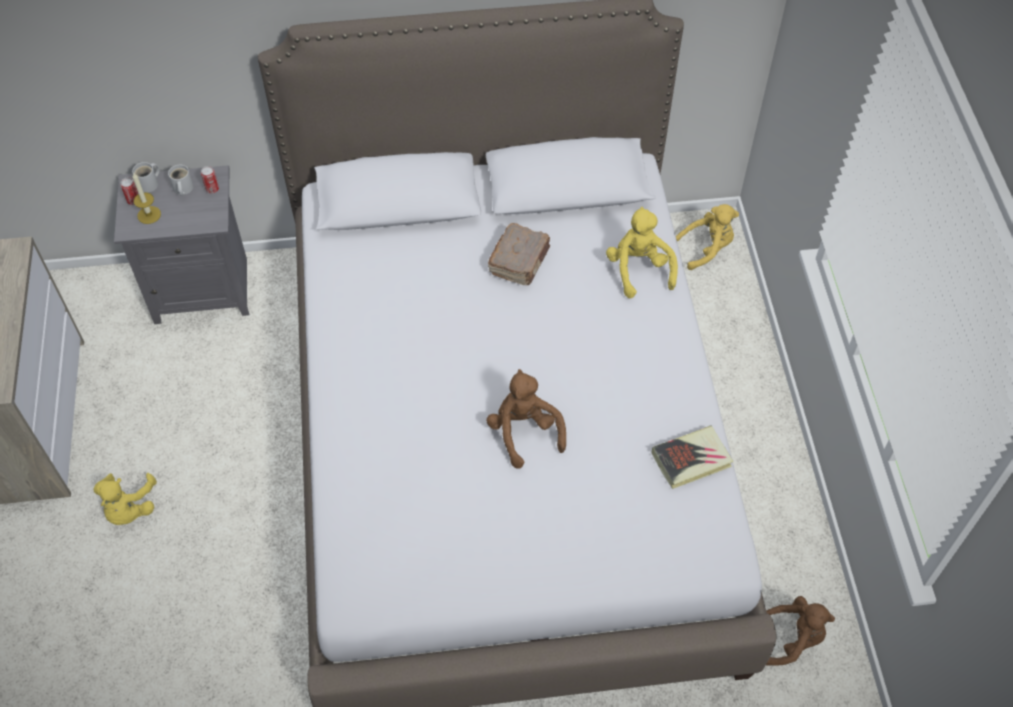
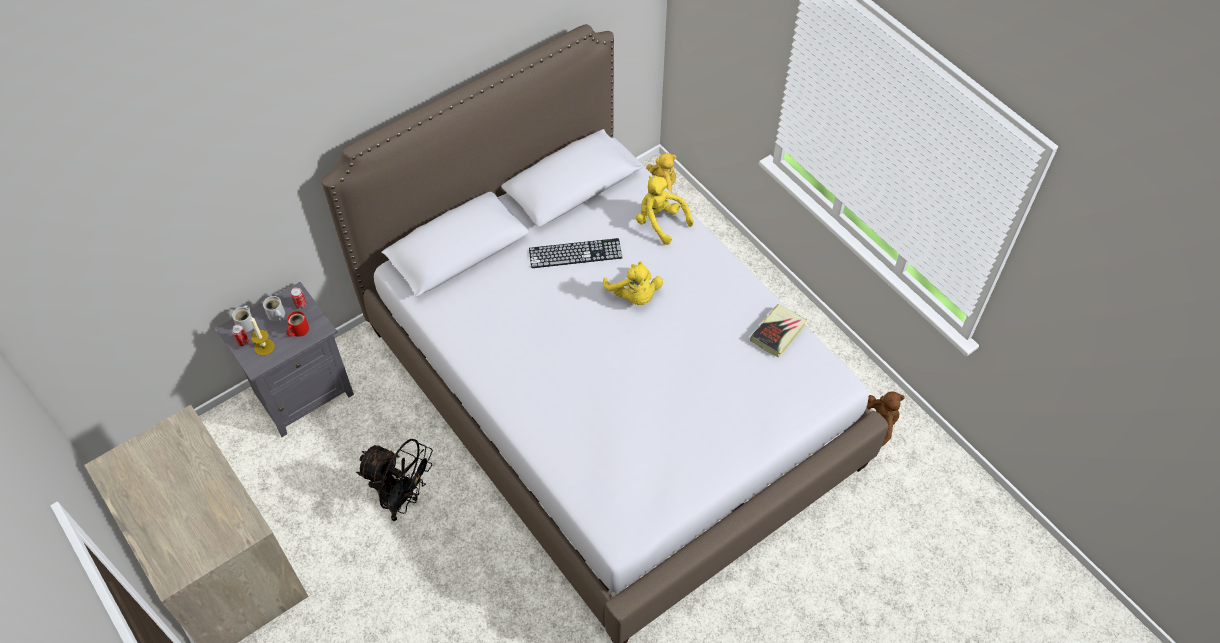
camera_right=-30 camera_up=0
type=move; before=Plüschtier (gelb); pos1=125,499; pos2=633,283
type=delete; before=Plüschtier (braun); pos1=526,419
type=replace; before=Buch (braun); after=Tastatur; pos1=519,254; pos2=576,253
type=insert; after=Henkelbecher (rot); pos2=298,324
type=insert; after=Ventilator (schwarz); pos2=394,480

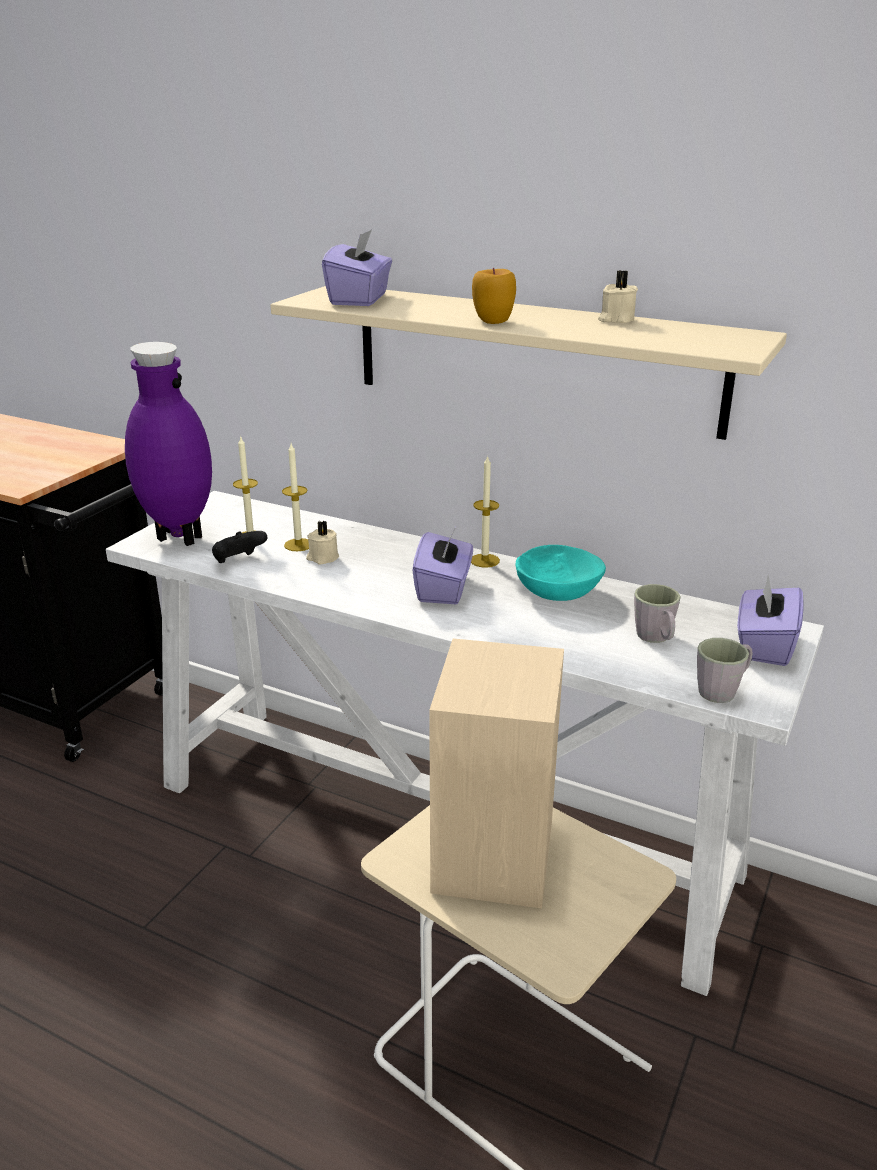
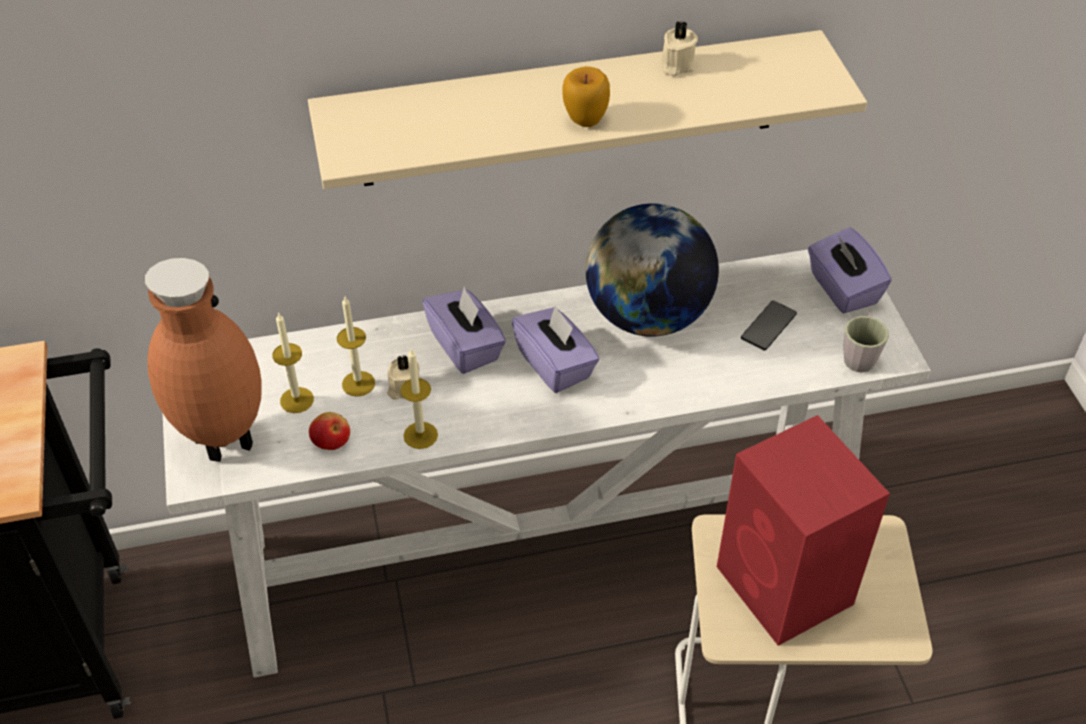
camera_right=-40 camera_up=20
type=recolor; before=Vase (lila); after=Vase (braun); pos1=168,444; pos2=203,360
type=replace; before=Gamepad (schwarz); after=Apfel; pos1=239,547; pos2=329,431
type=move; before=Taschentuchbox (lila); pos1=357,267; pos2=464,330
type=recolor; before=Lautsprecher (beige); after=Lautsprecher (rot); pos1=496,773; pos2=803,530
type=move; before=Kerze; pos1=485,511; pos2=419,398
type=replace; before=Schüssel (türkis); after=Globus; pos1=561,573; pos2=652,270
type=replace; before=Henkelbecher (grau); after=Handy; pos1=657,613; pos2=769,325

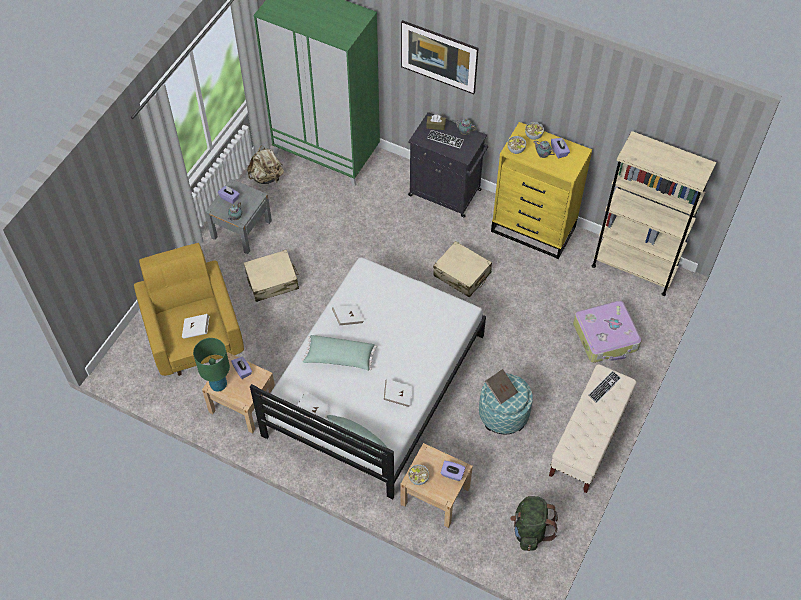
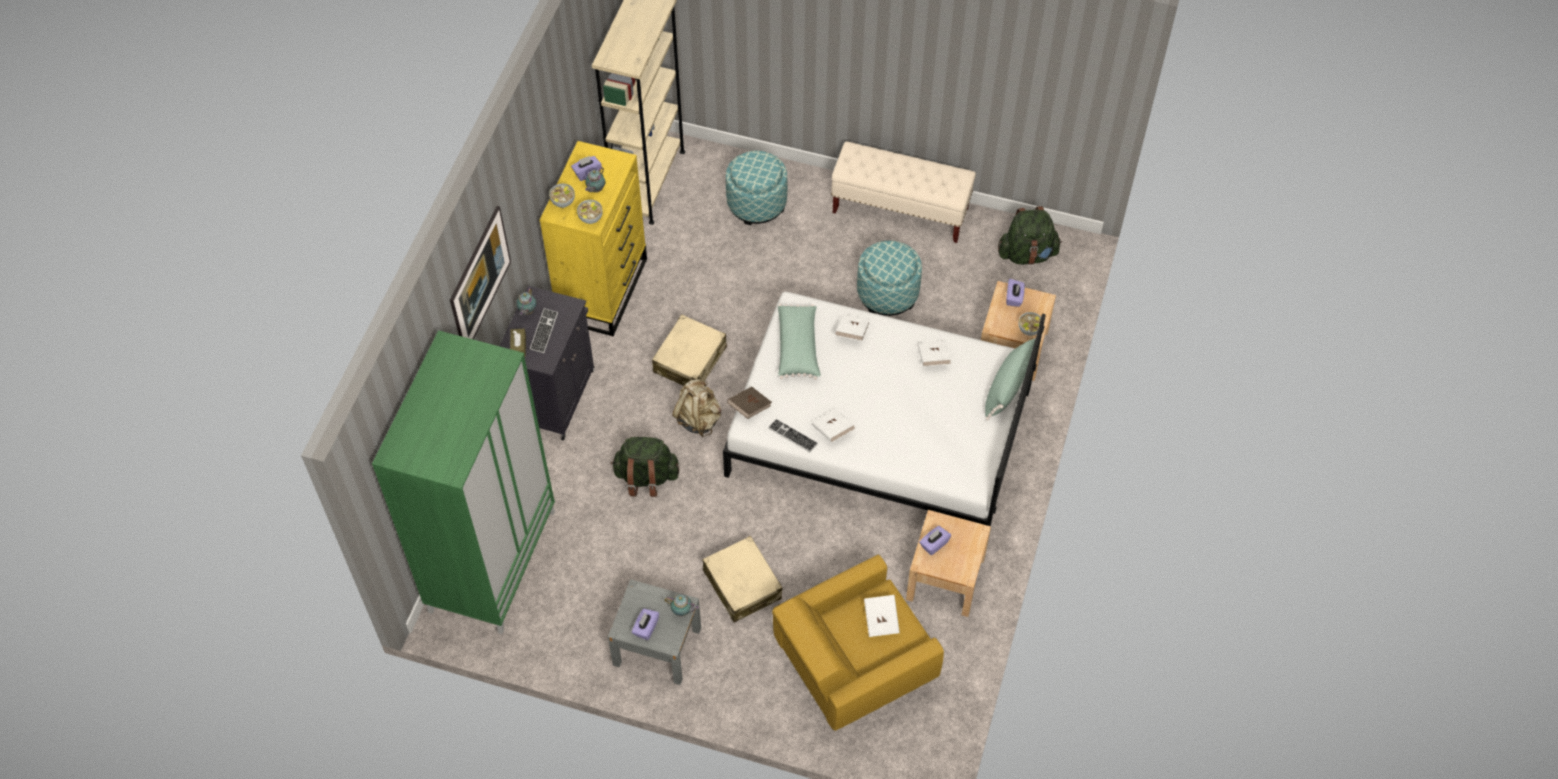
camera_right=-100 camera_up=0
type=delete; before=Tischlampe (grün); pos1=211,365
type=move; before=Rucksack (beige); pos1=265,164; pos2=696,408
type=move; before=Buch (weiß); pos1=313,407; pos2=852,327
type=move; before=Kissen (grün); pos1=339,353; pos2=799,342
type=move; before=Buch (braun); pos1=501,386; pos2=749,403
type=replace; before=Koffer; after=Polsterhocker; pos1=607,332; pos2=756,188
type=move; before=Tastatur; pos1=604,387; pos2=793,435
type=insert; after=Rucksack (grün); pos2=645,467

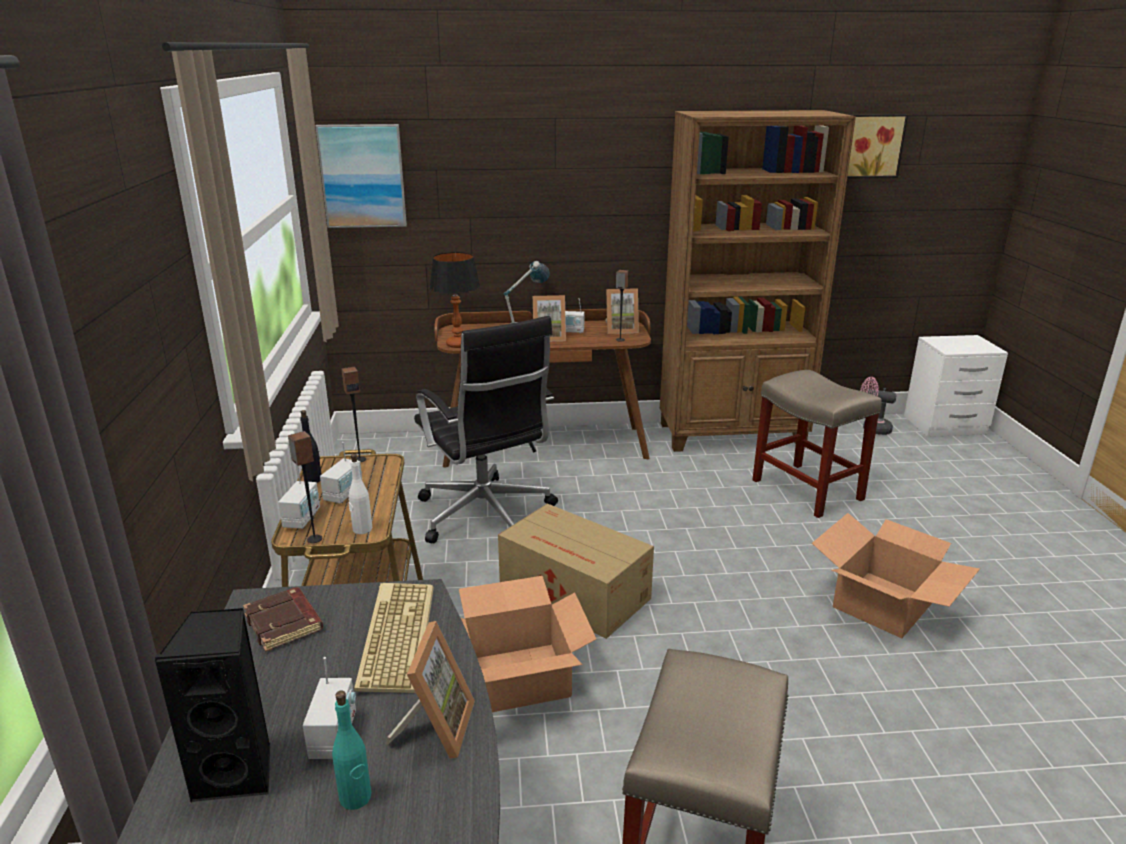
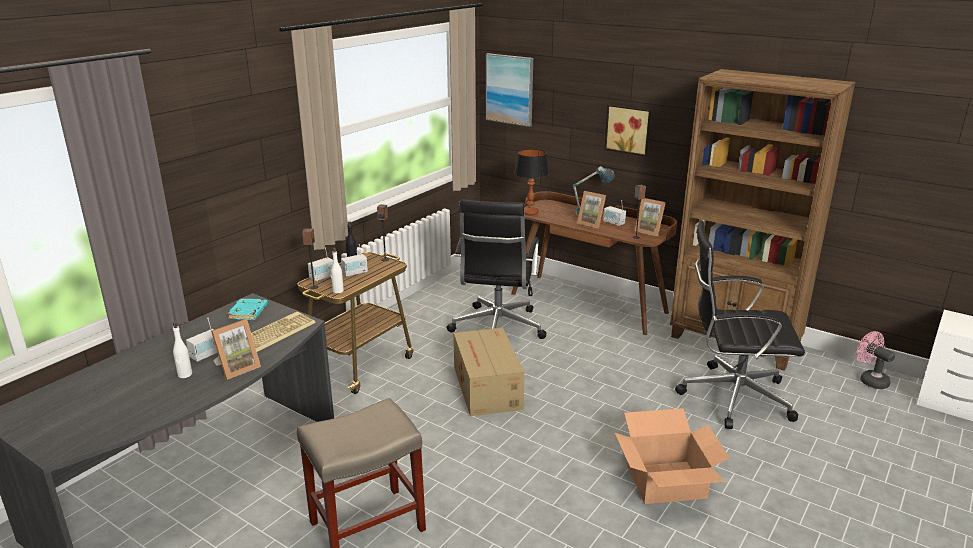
camera_right=40 camera_up=0
type=delete; before=Lautsprecher (schwarz); pos1=211,705
type=recolor; before=Buch (braun); after=Buch (türkis); pos1=283,619; pos2=248,309
type=recolor; before=Flasche (türkis); after=Flasche (weiß); pos1=351,750; pos2=182,350
type=delete; before=Karton; pos1=527,644
type=replace; before=Hocker (beige); after=Bürostuhl (schwarz); pos1=817,444; pos2=740,324
type=move; before=Bild; pos1=877,146; pos2=628,130

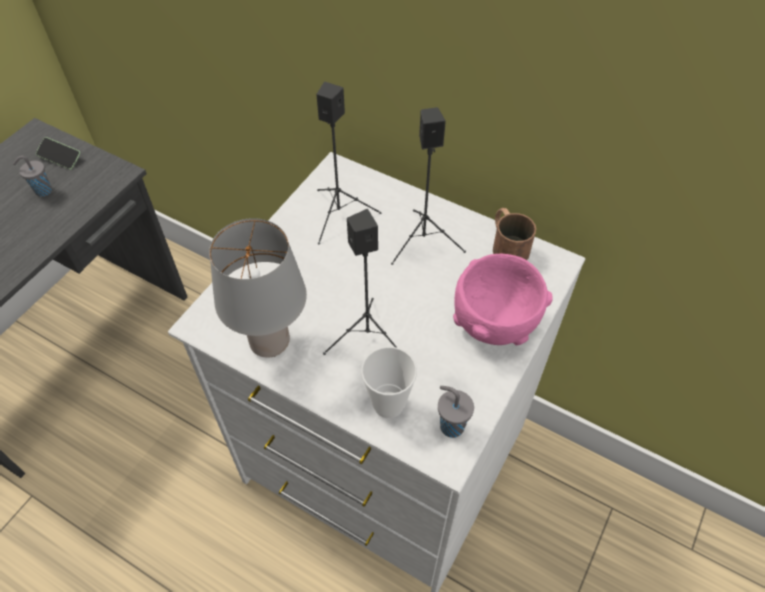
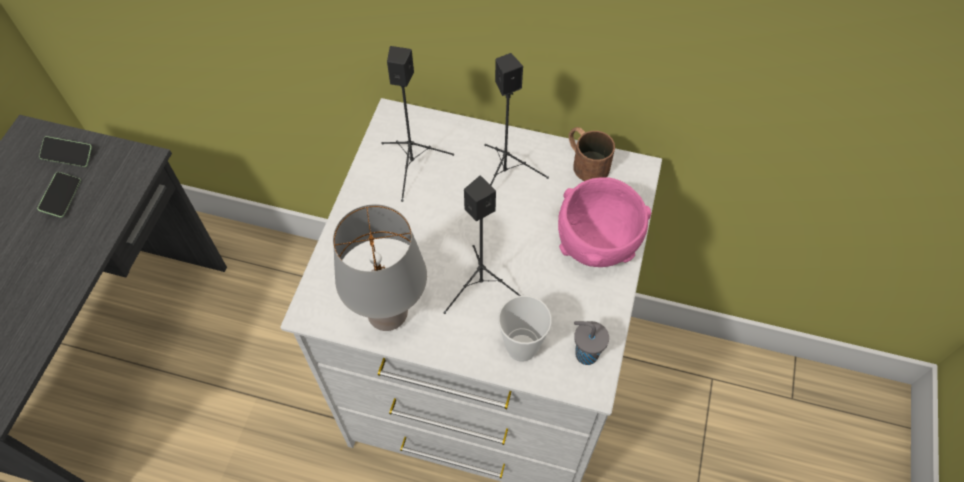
camera_right=-15 camera_up=5
type=replace; before=Tasse (grau); after=Handy; pos1=32,176; pos2=59,194

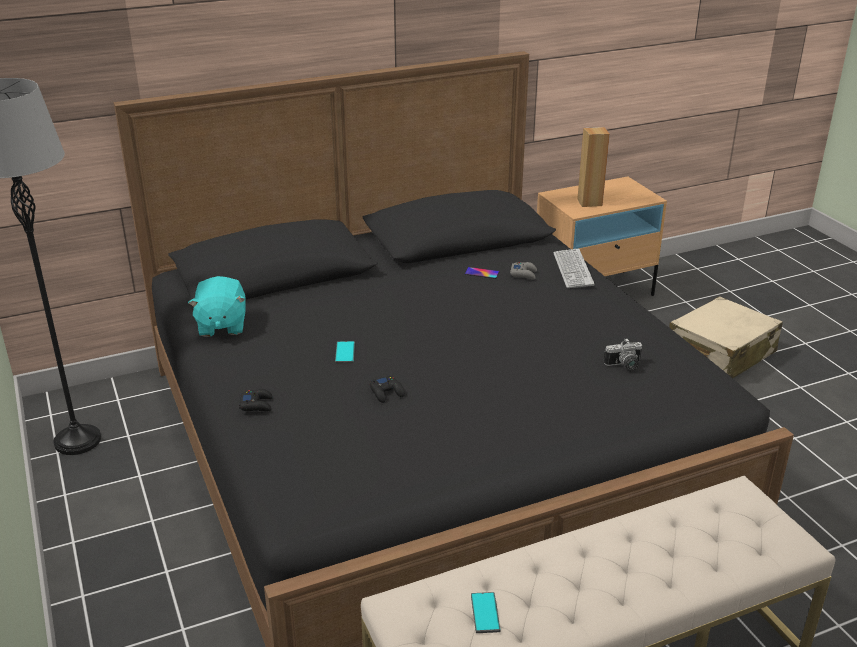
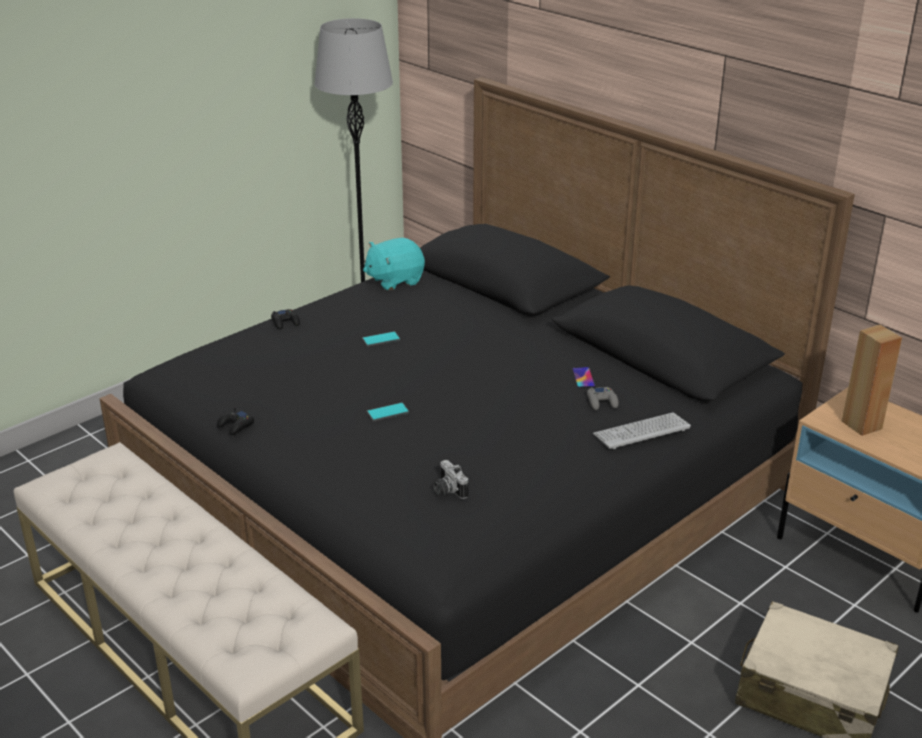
camera_right=70 camera_up=0
type=move; before=Gamepad (schwarz); pos1=387,389; pos2=235,421
type=move; before=Handy; pos1=485,612; pos2=387,412

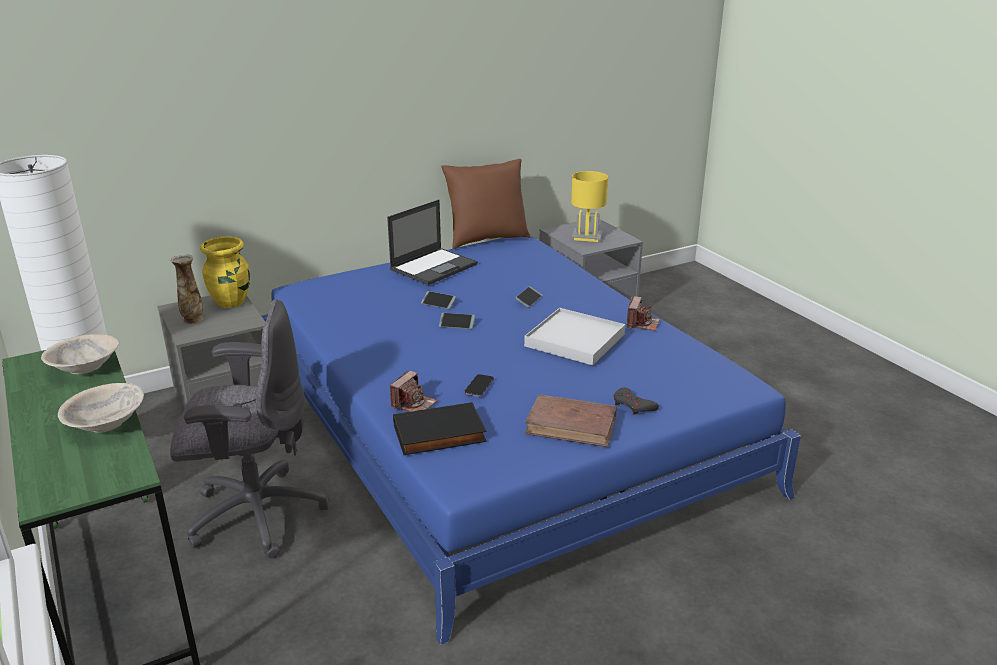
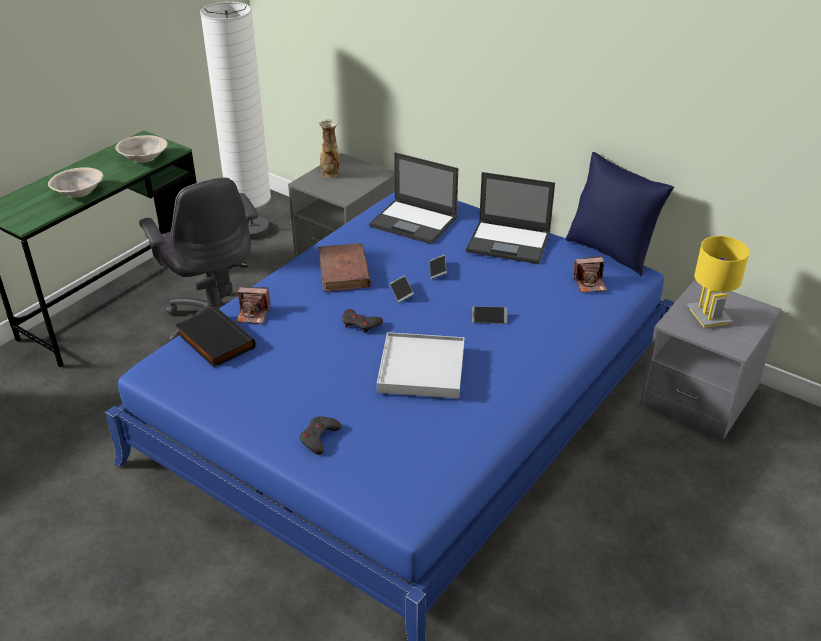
camera_right=65 camera_up=10
type=delete; before=Vase (gelb); pos1=225,272
type=recolor; before=Kissen (braun); after=Kissen (blau); pos1=486,204; pos2=619,214
type=delete; before=Handy; pos1=479,385
type=move; before=Buch (braun); pos1=571,420; pos2=344,267
type=move; before=Kamera; pos1=643,313; pos2=590,274
type=insert; after=Gamepad (grau); pos2=362,321
type=insert; after=Laptop; pos2=413,198

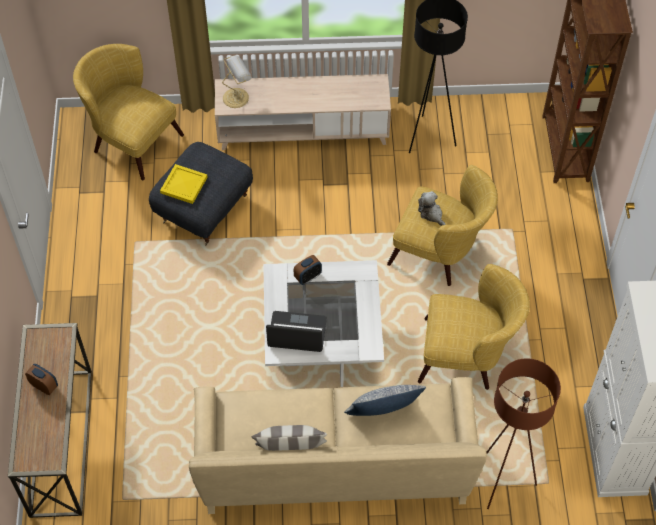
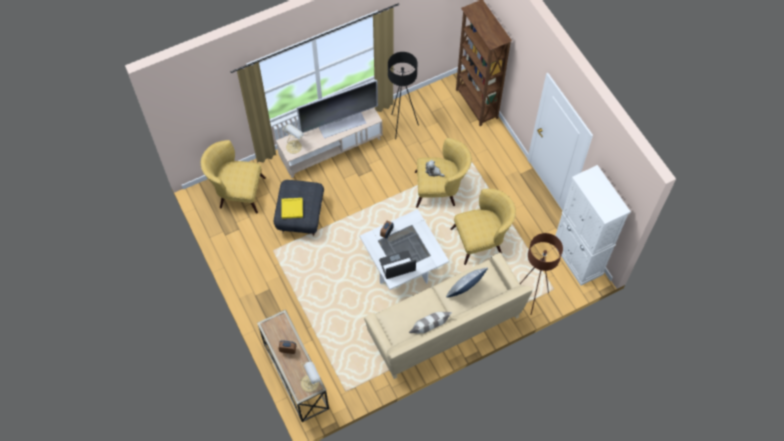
camera_right=-25 camera_up=5
type=insert; after=Fernseher; pos2=337,109
type=insert; after=Tischlampe; pos2=310,376

